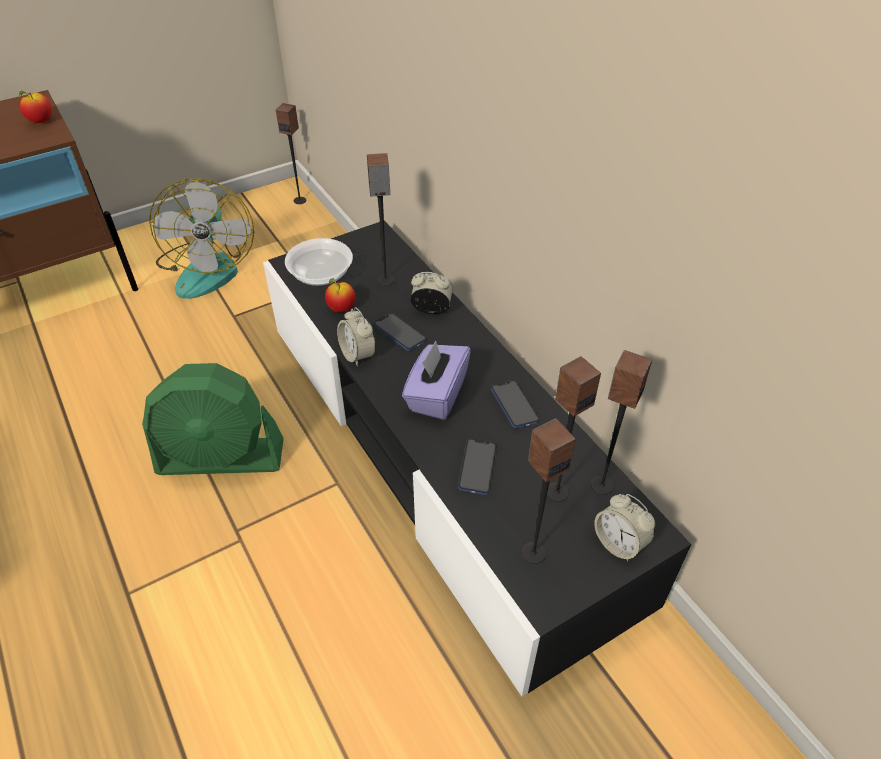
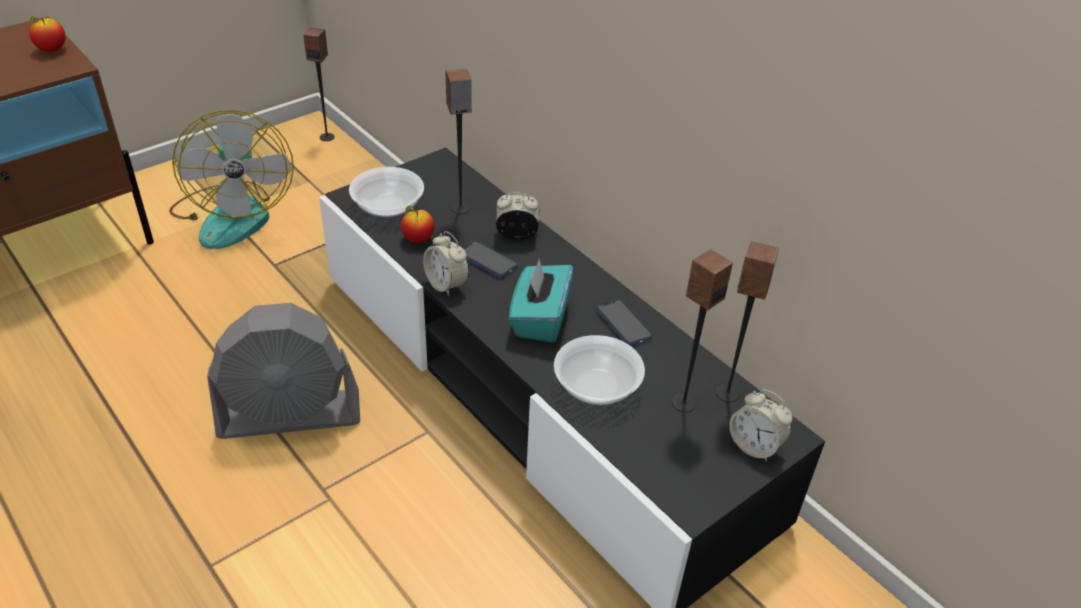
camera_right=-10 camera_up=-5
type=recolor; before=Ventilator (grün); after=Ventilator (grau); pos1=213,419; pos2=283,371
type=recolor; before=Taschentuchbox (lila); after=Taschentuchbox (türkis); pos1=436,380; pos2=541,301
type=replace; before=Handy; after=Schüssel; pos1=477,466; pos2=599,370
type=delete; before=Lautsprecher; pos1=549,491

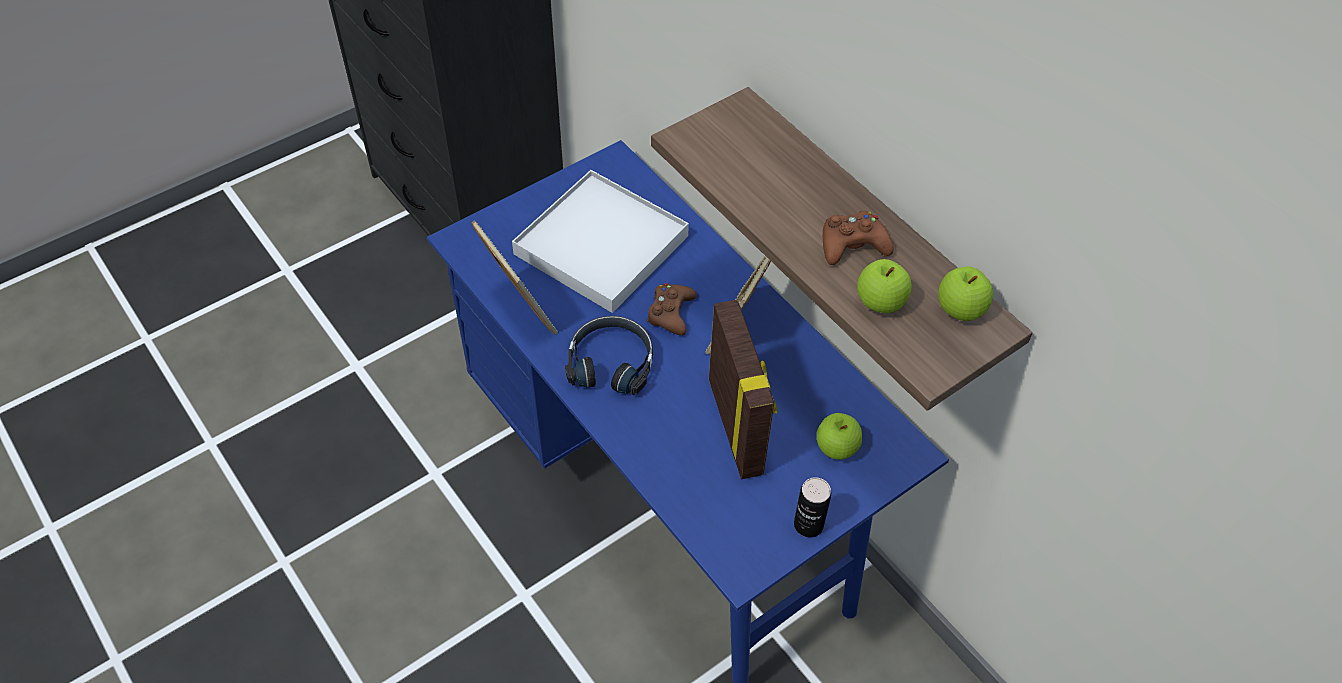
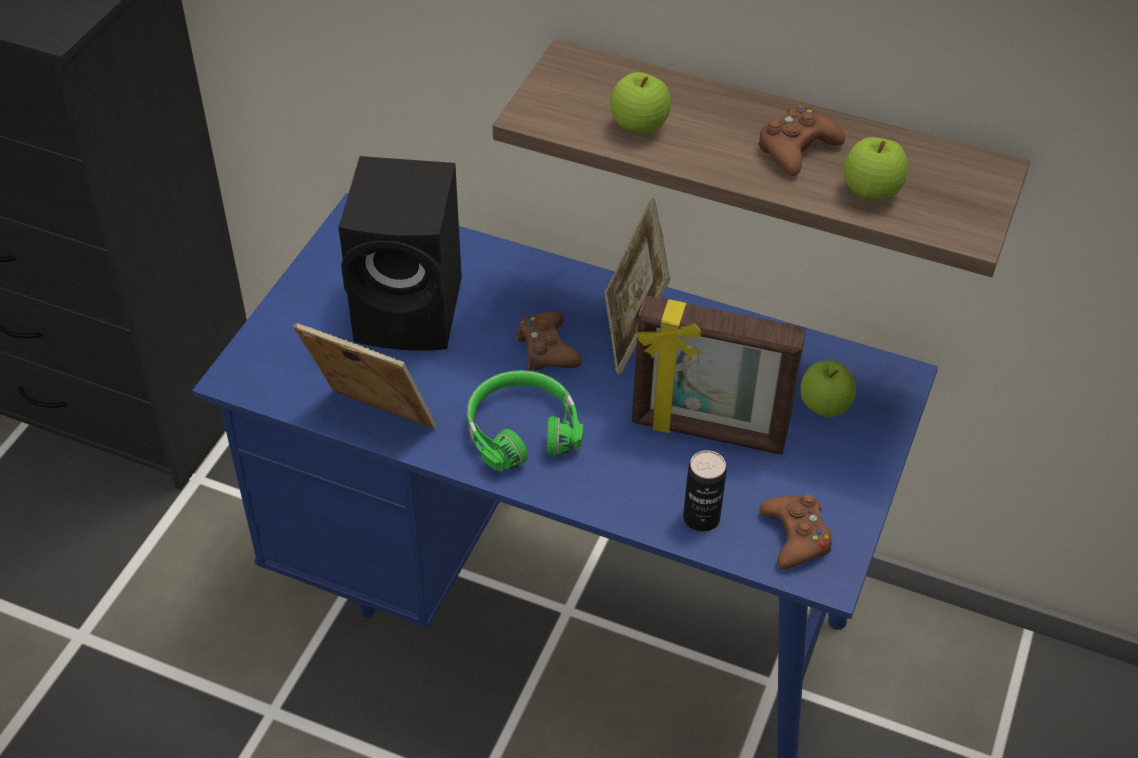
camera_right=-30 camera_up=-5
type=replace; before=Tablett (weiß); after=Lautsprecher (schwarz); pos1=600,241; pos2=400,253
type=recolor; before=Kopfhörer (schwarz); after=Kopfhörer (grün); pos1=609,355; pos2=525,420
type=rotate; before=Bilderrahmen; pos1=743,389; pos2=719,375; turn=150
type=move; before=Dose; pos1=812,507; pos2=705,491
type=move; before=Apfel; pos1=965,294; pos2=640,103
type=insert; after=Gamepad (braun); pos2=795,531

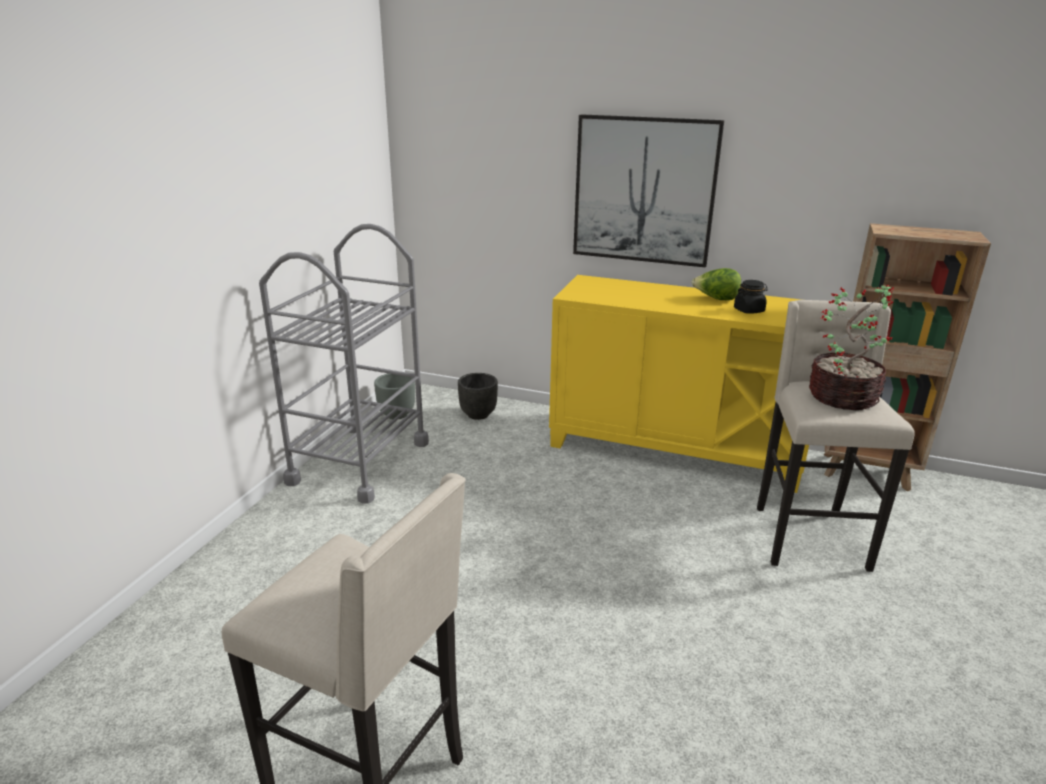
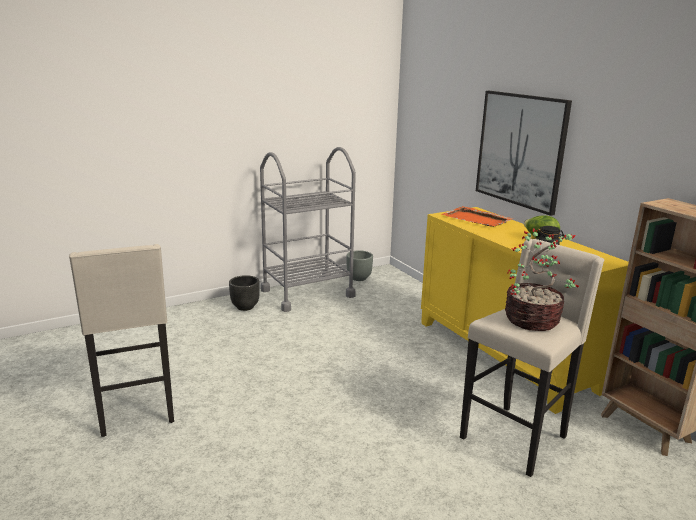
camera_right=40 camera_up=-5
type=move; before=Pflanzkübel (schwarz); pos1=478,396; pos2=244,293
type=insert; after=Tablett (orange); pos2=477,216

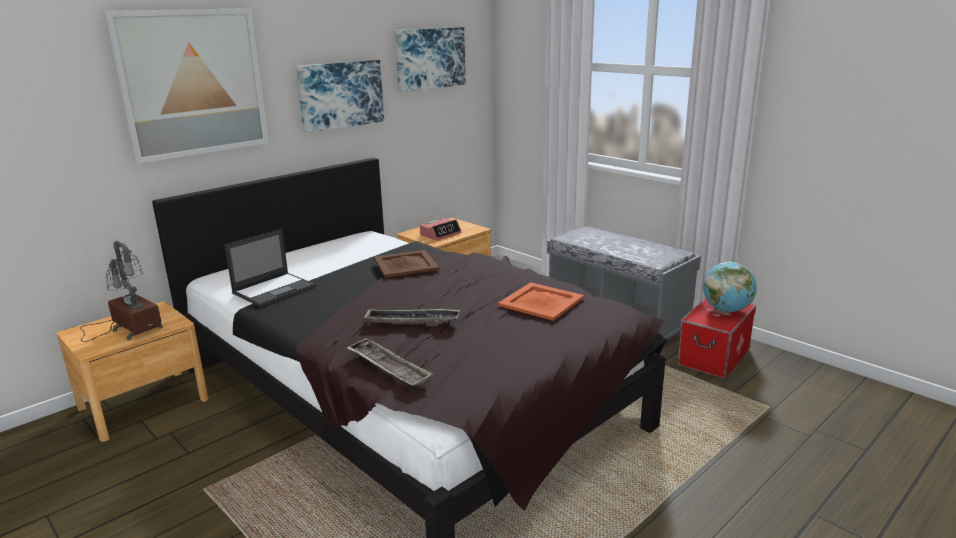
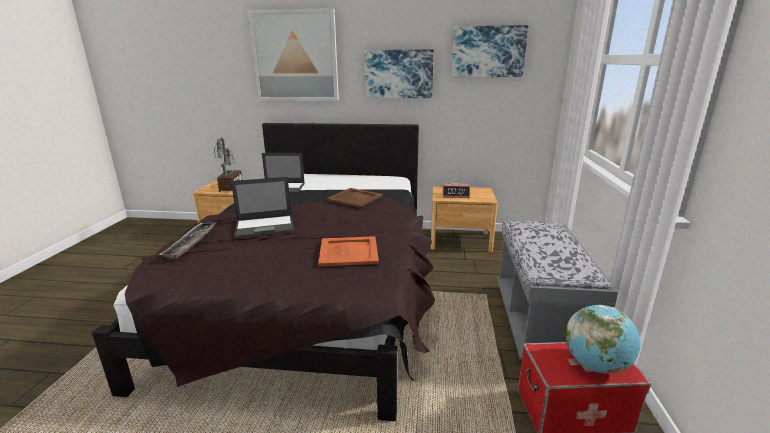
camera_right=50 camera_up=0
type=replace; before=Tablett; after=Laptop; pos1=412,316; pos2=262,208

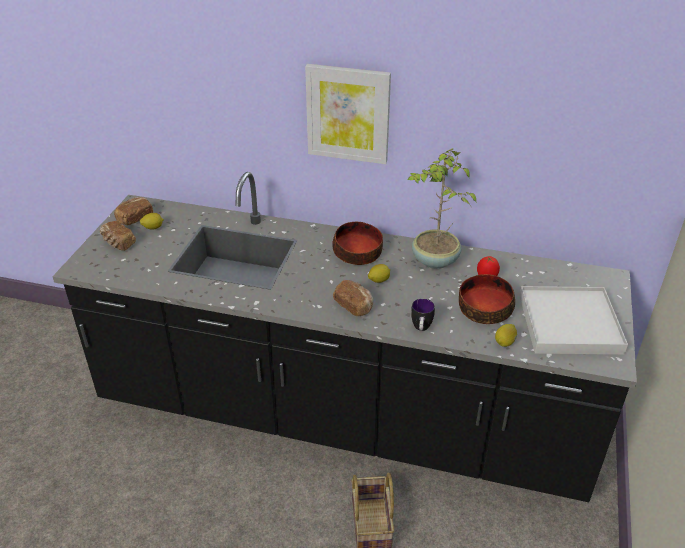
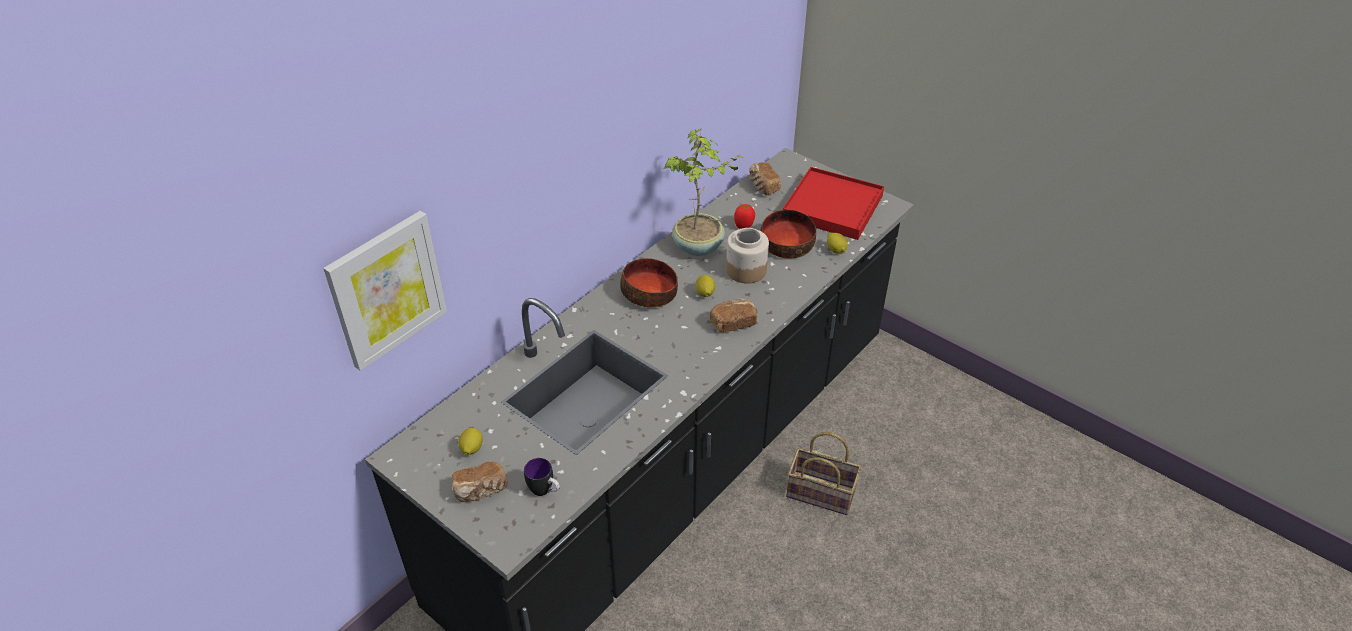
camera_right=-65 camera_up=5
type=move; before=Brot; pos1=133,211; pos2=765,179
type=move; before=Bild; pos1=348,114; pos2=385,291
type=move; before=Henkelbecher; pos1=423,315; pos2=542,477
type=recolor; before=Tablett (weiß); after=Tablett (rot); pos1=574,320; pos2=833,203
type=insert; after=Vorratsglas; pos2=747,255

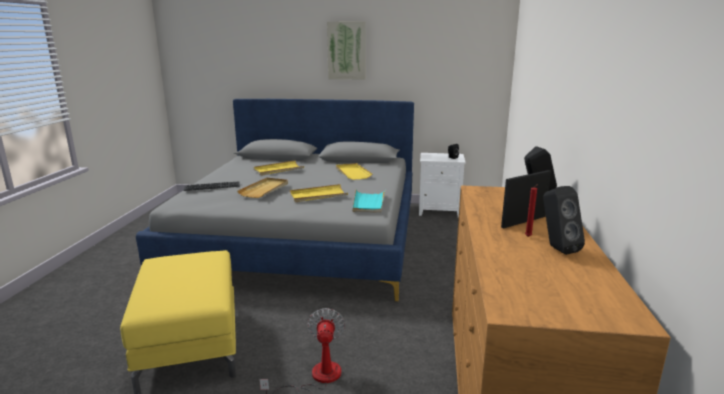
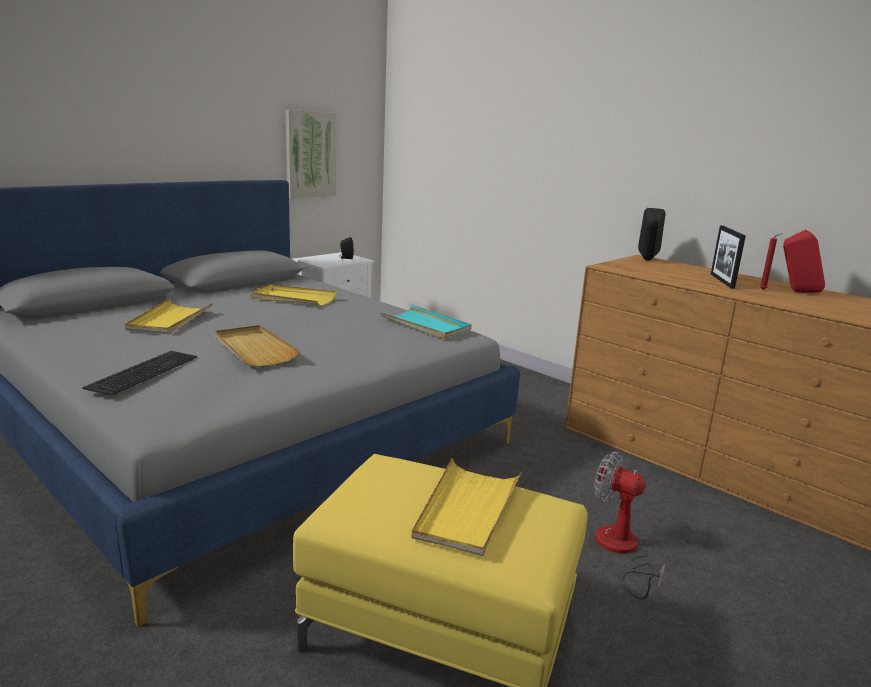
camera_right=-55 camera_up=0
type=move; before=Tablett (gelb); pos1=319,193; pos2=466,507
type=move; before=Bild; pos1=346,50; pos2=311,154
type=recolor; before=Lautsprecher (schwarz); after=Lautsprecher (rot); pos1=564,220; pos2=804,261

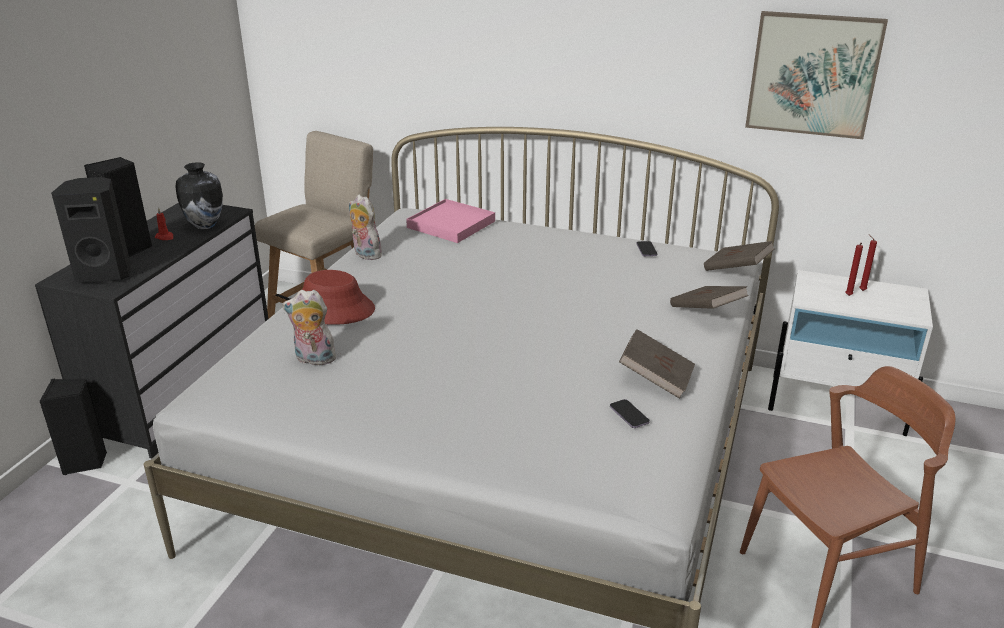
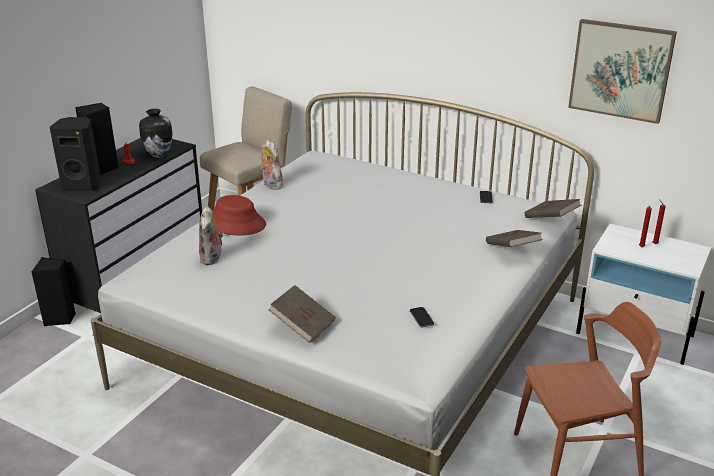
camera_right=10 camera_up=0
type=rotate; before=Plüschtier; pos1=309,327; pos2=211,235; turn=-105
type=delete; before=Tablett (rosa); pos1=450,221
type=move; before=Buch (braun); pos1=657,364; pos2=302,314

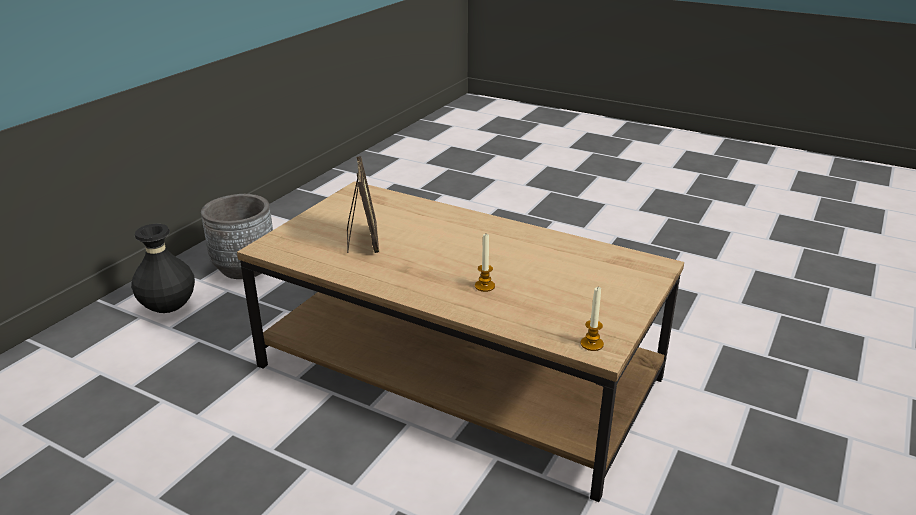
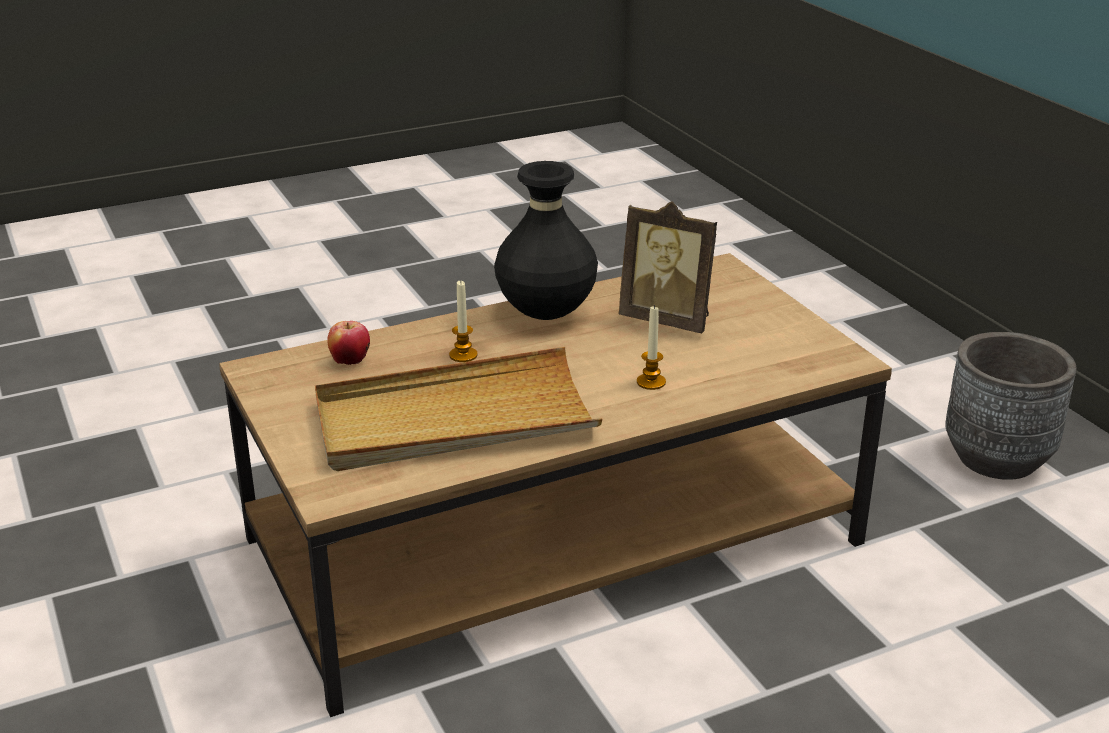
camera_right=125 camera_up=0
type=move; before=Vase (schwarz); pos1=163,268; pos2=546,240
type=move; before=Kerze; pos1=592,319; pos2=651,347
type=insert; after=Tablett (beige); pos2=458,409
type=insert; after=Apfel; pos2=348,343

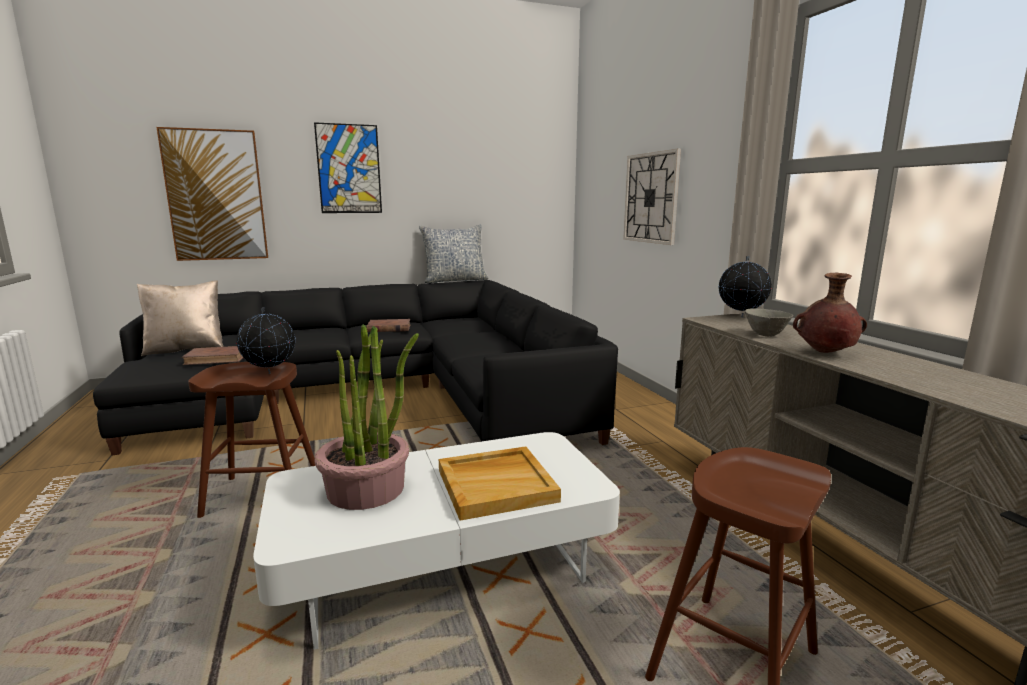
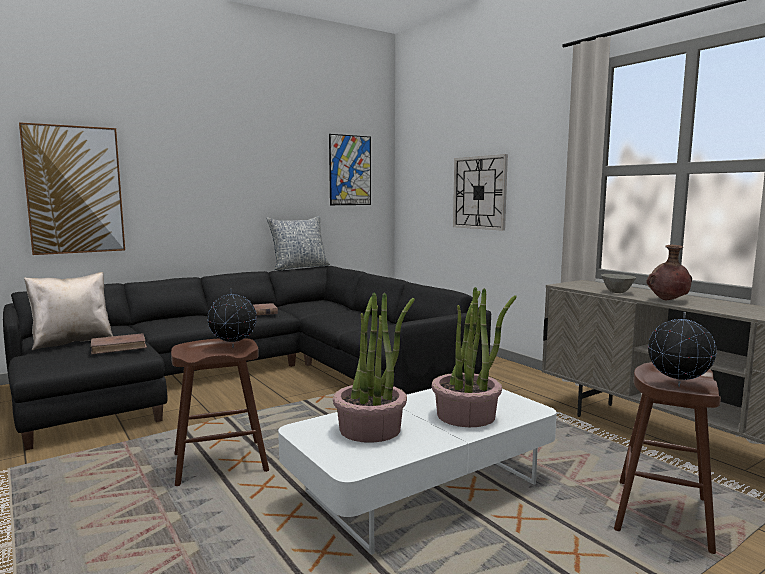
camera_right=-15 camera_up=-5
type=move; before=Bild; pos1=348,167; pos2=350,169
type=replace; before=Tablett (beige); after=Topfpflanze; pos1=500,483; pos2=474,357
type=move; before=Globus; pos1=745,286; pos2=682,349

